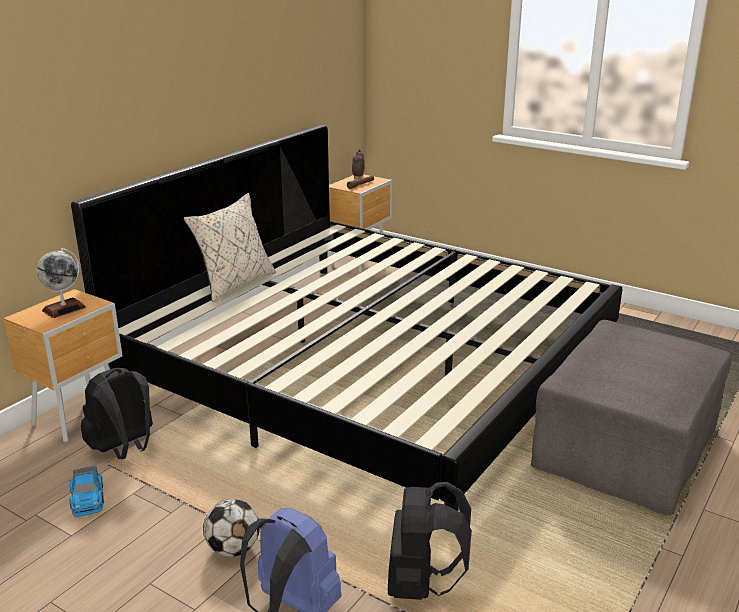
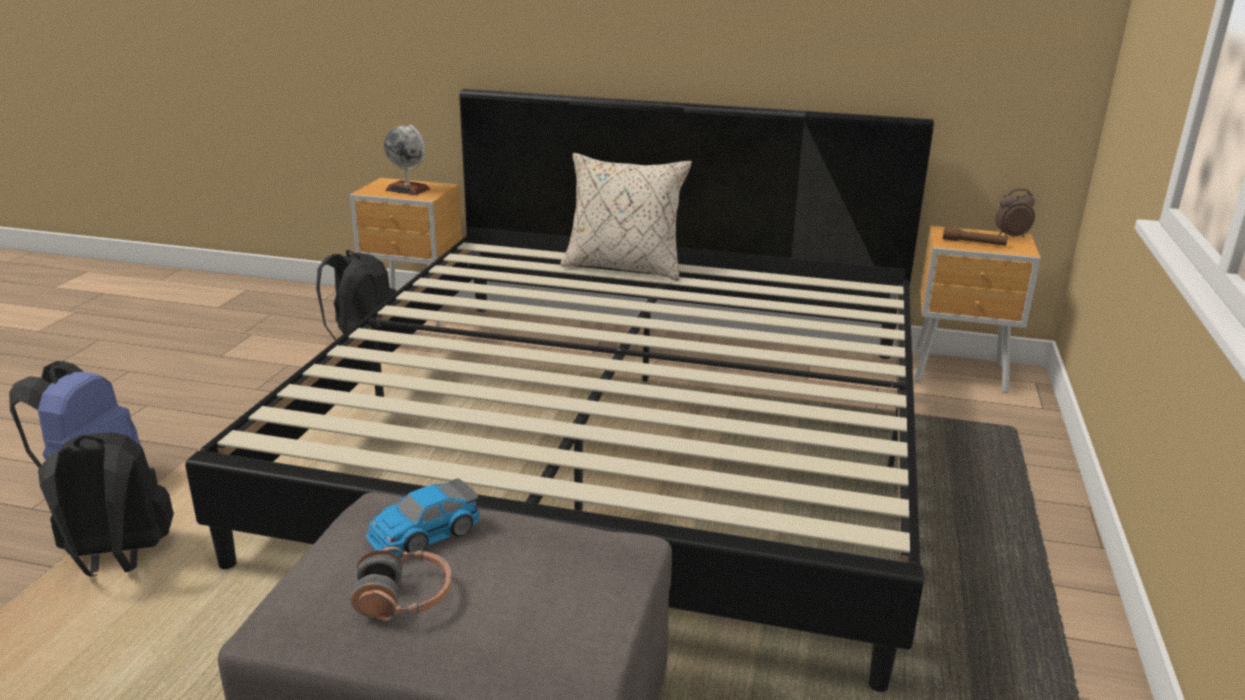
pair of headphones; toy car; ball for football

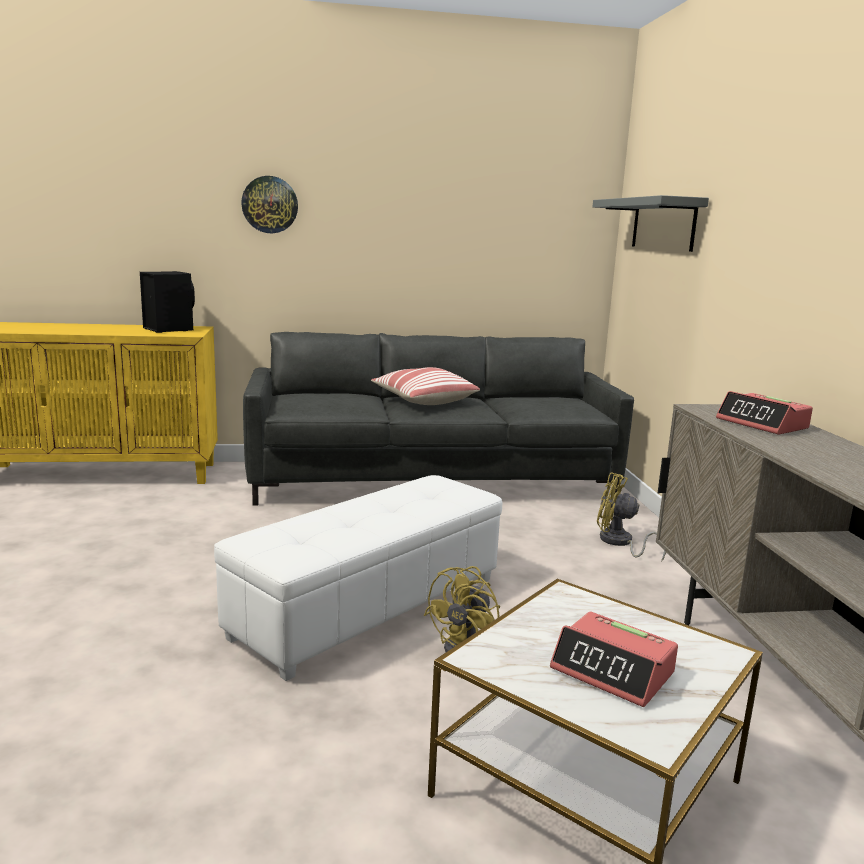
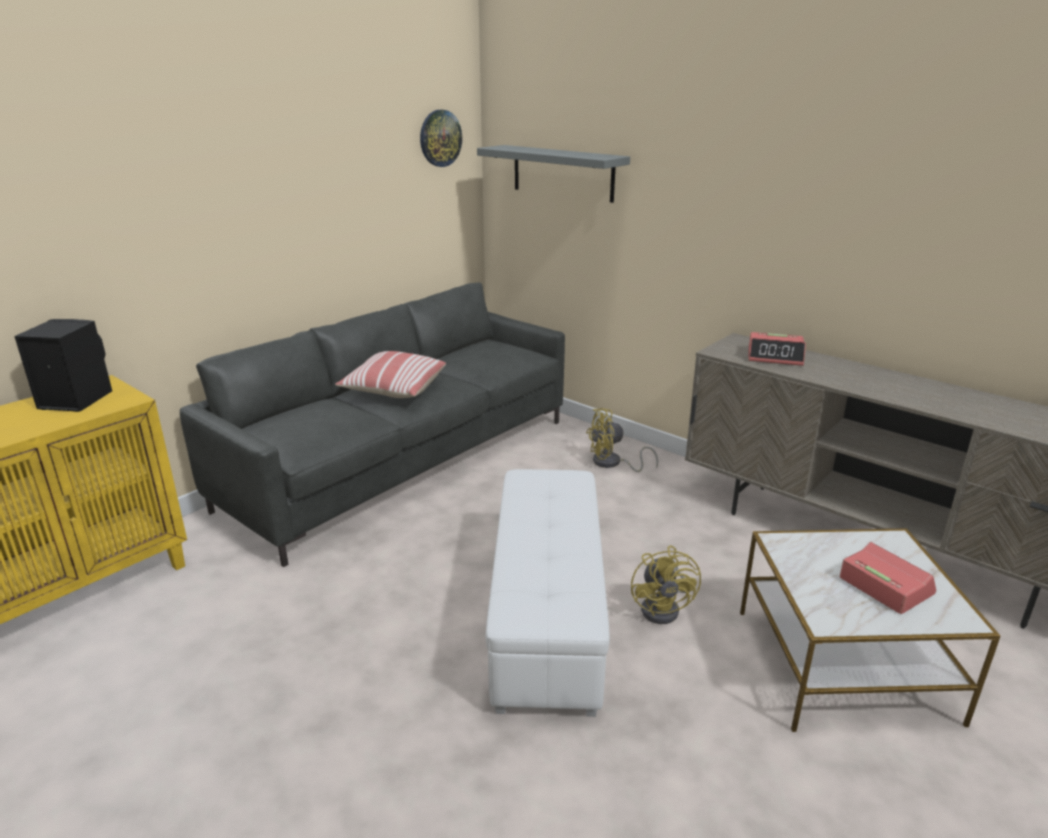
hanging clock; table clock (2nd from left)

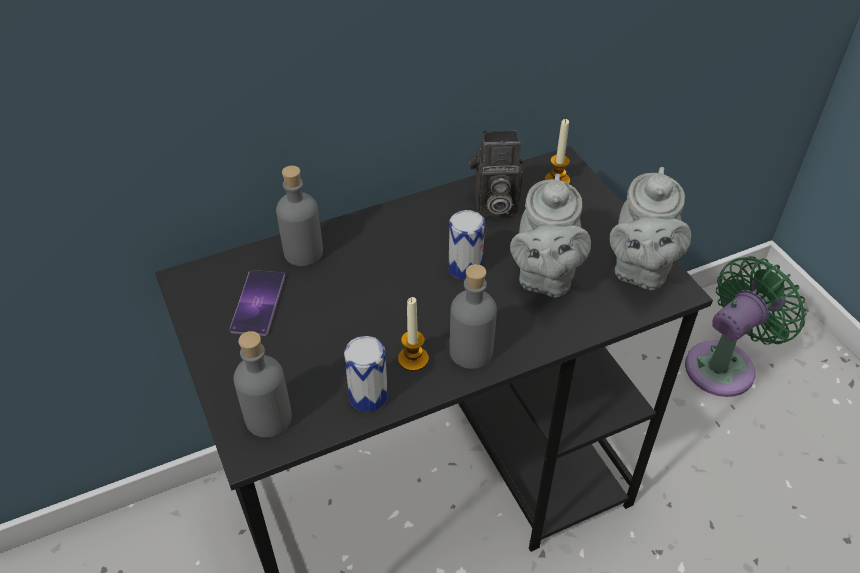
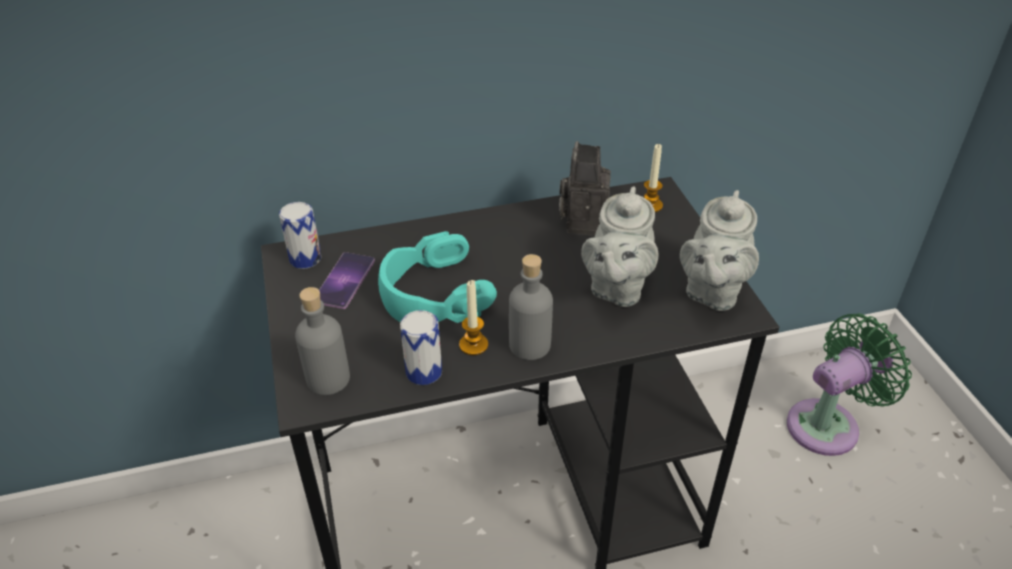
can (1st from left); pair of headphones in turquoise; photo camera; drink bottle in greyish (2nd from left in the first image)

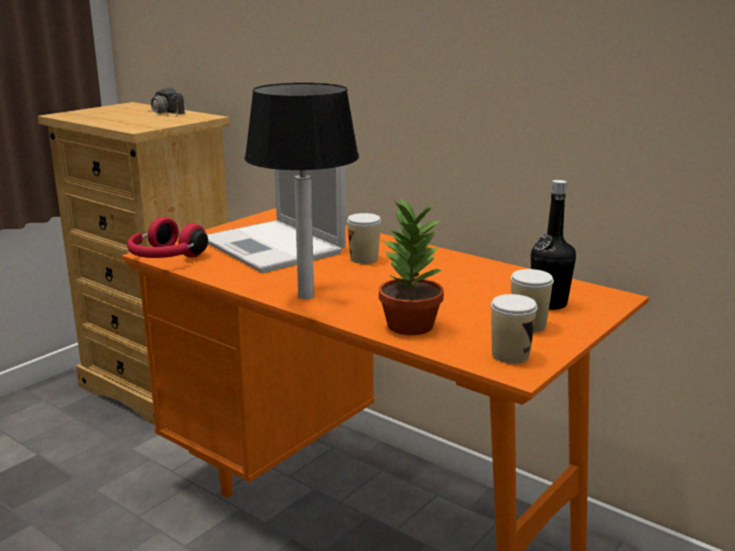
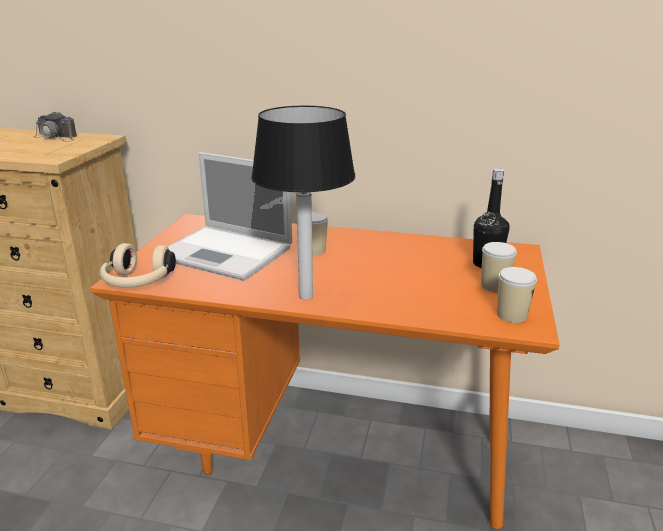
pair of headphones in beige-coloured; potted plant

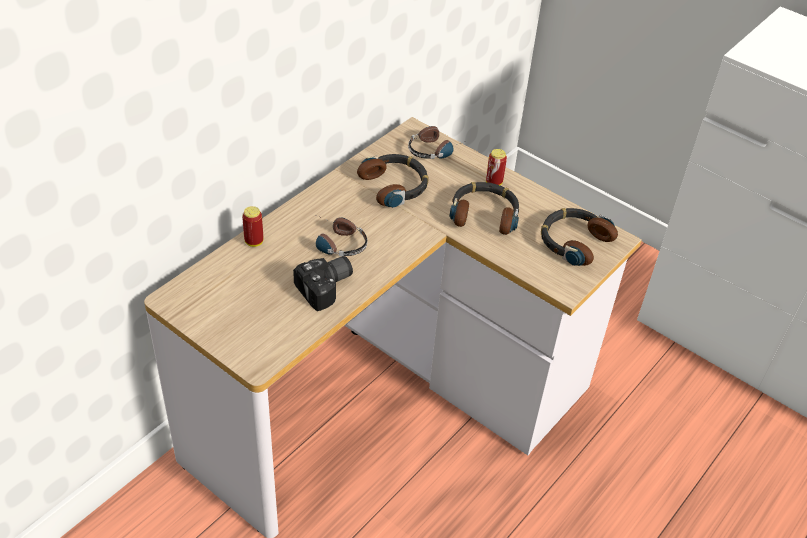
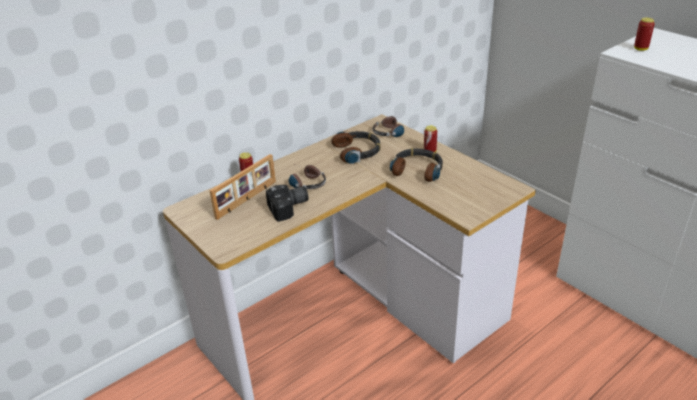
picture frame; can (3rd from left); pair of headphones (5th from left in the first image)

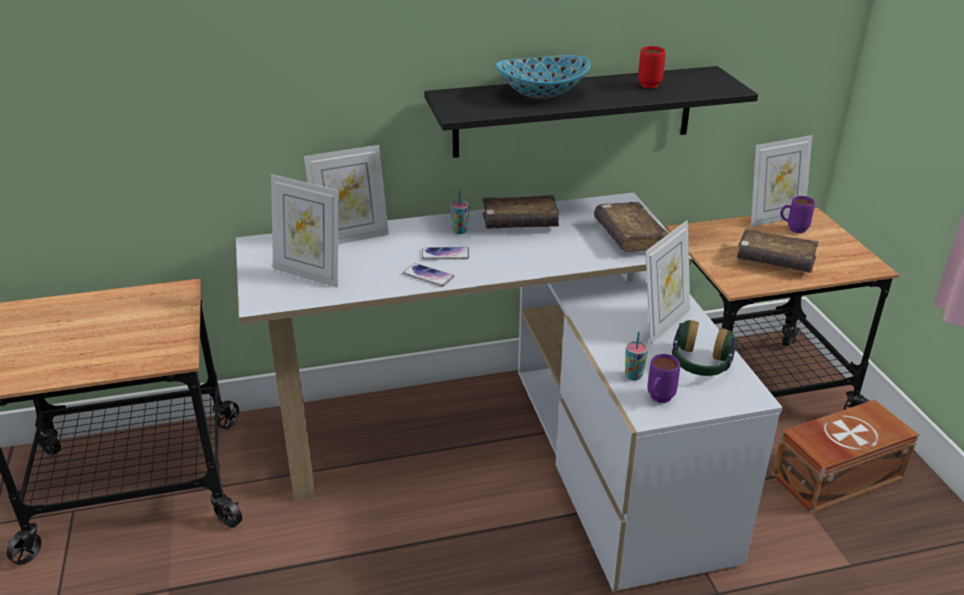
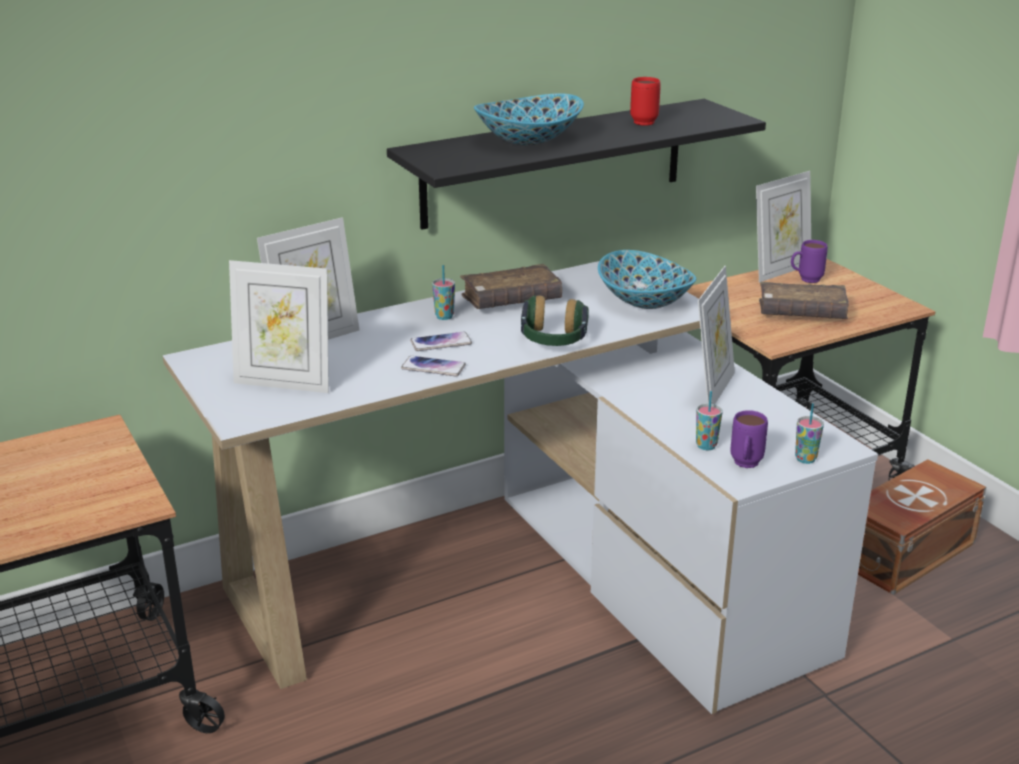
pair of headphones; serving bowl (2nd from left); cup (3rd from left)

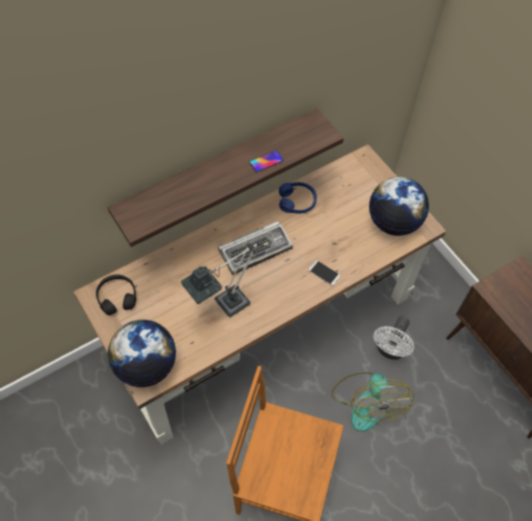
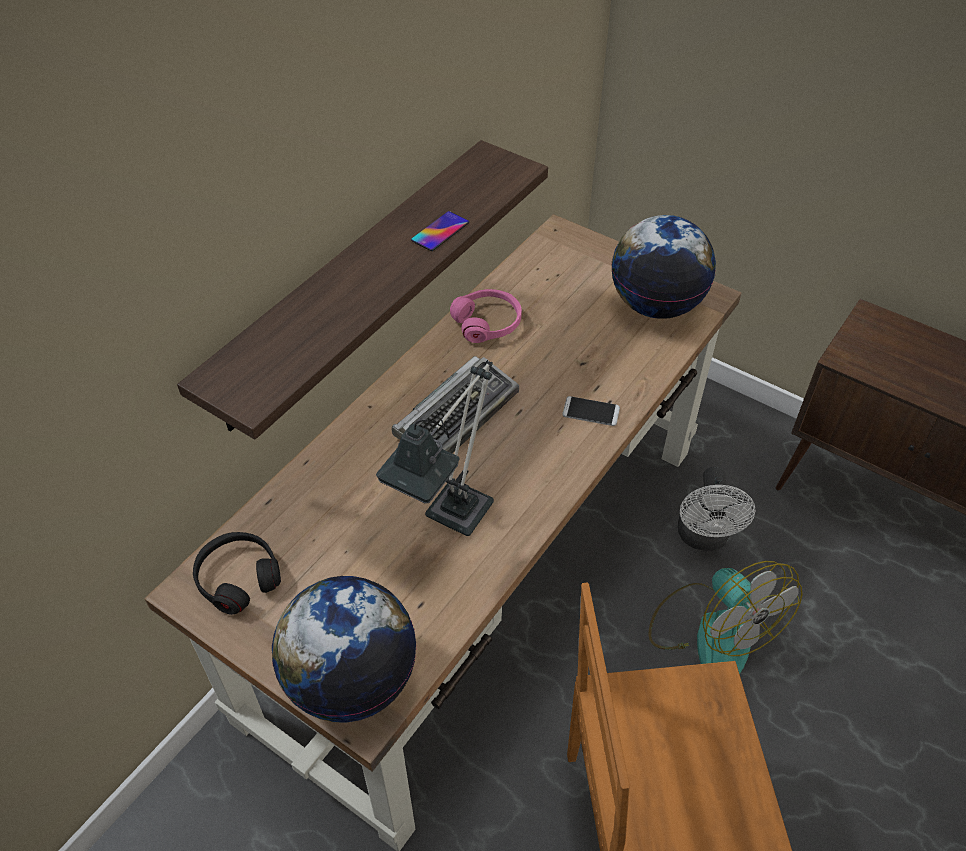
pair of headphones in pinkish

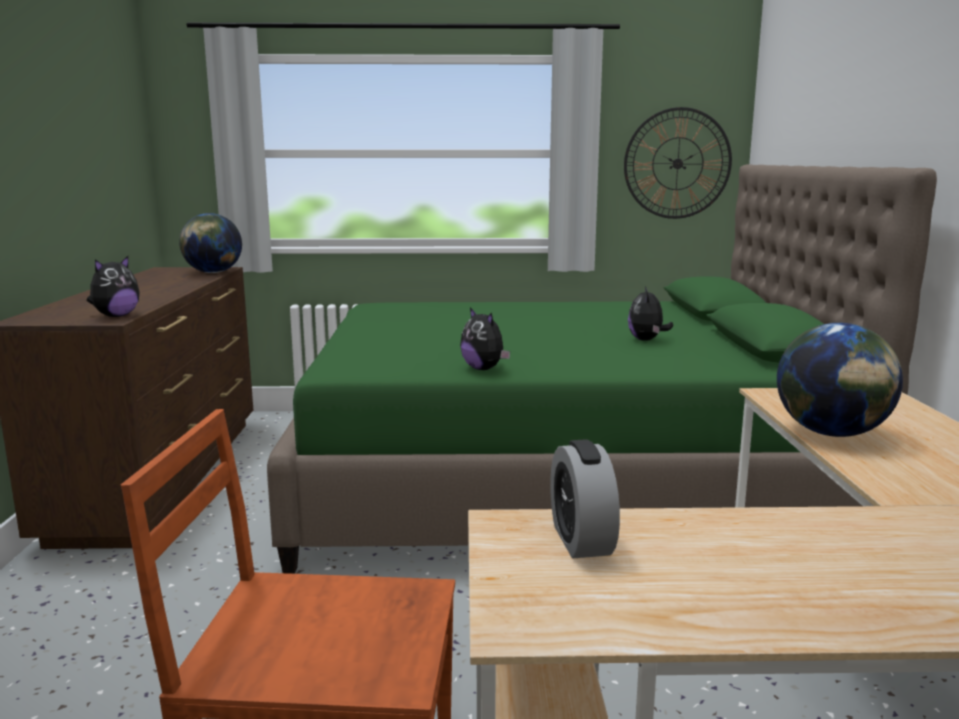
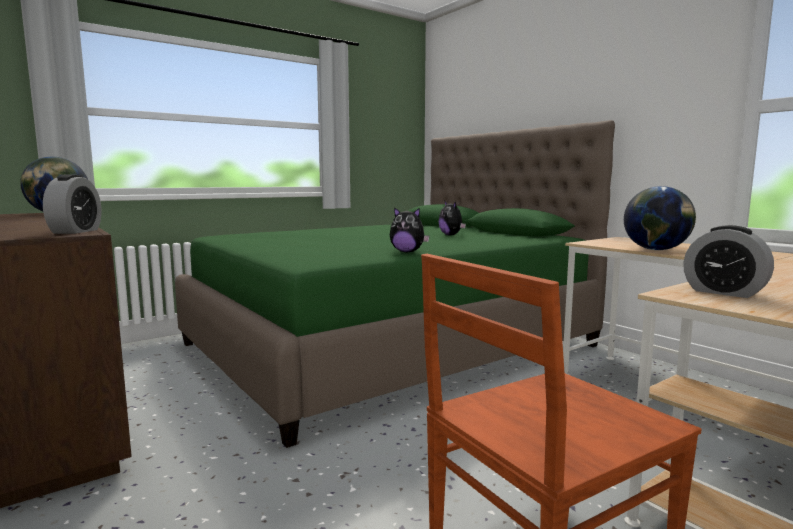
table clock (1st from left); hanging clock

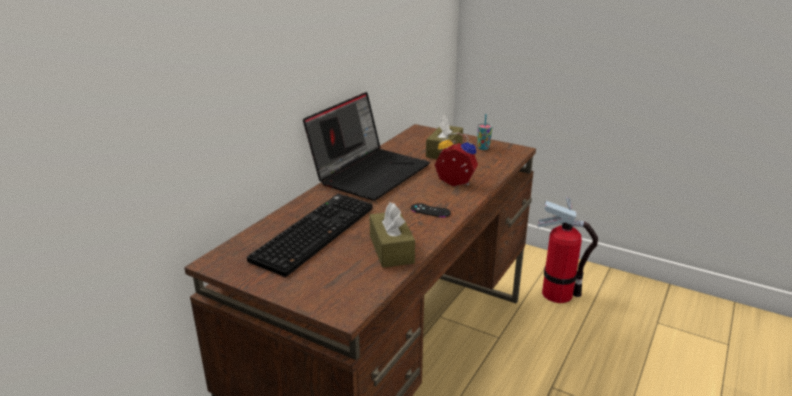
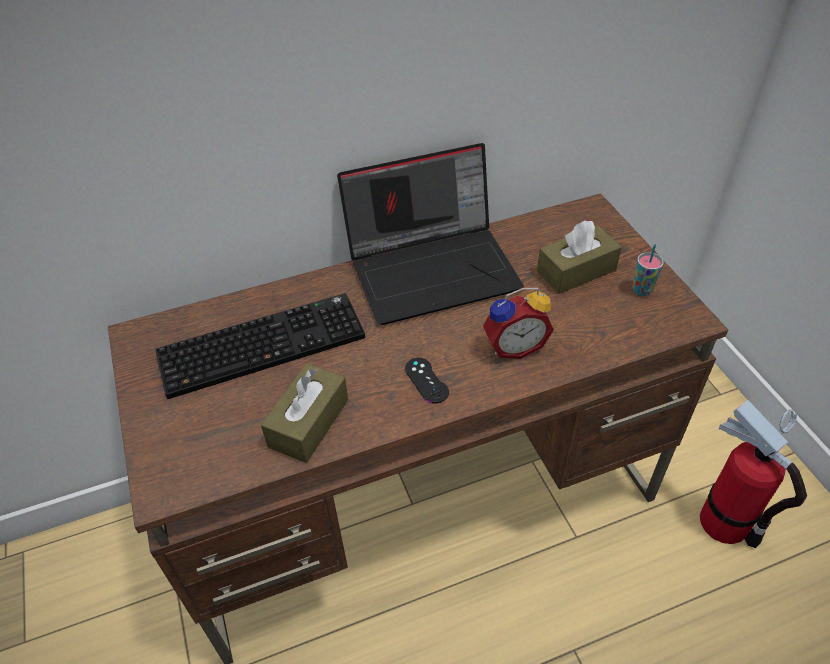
table clock

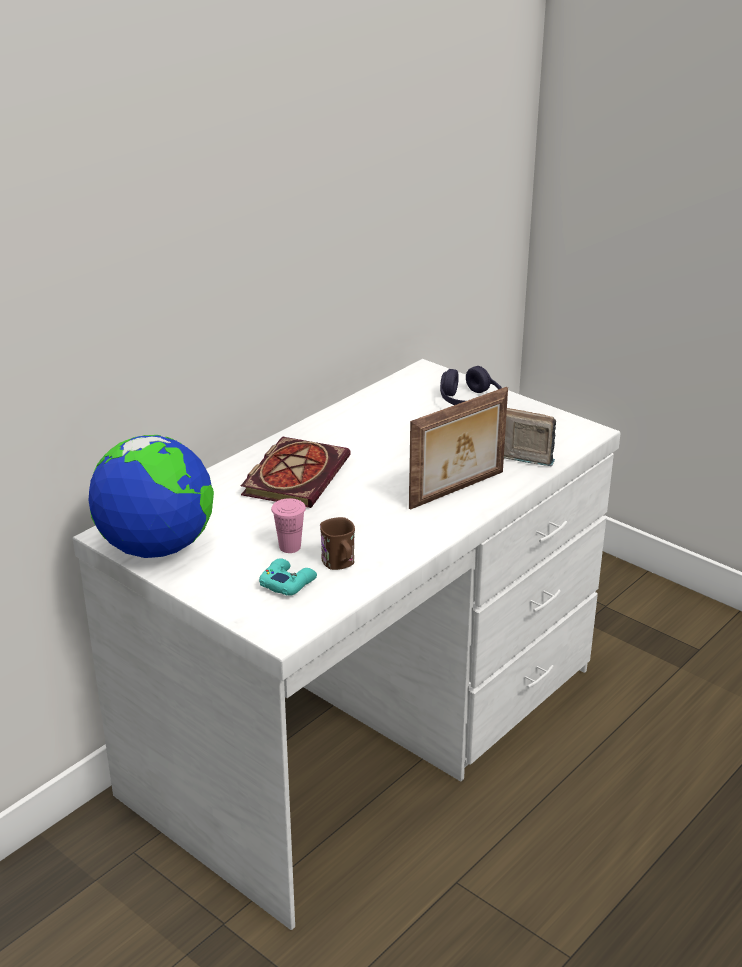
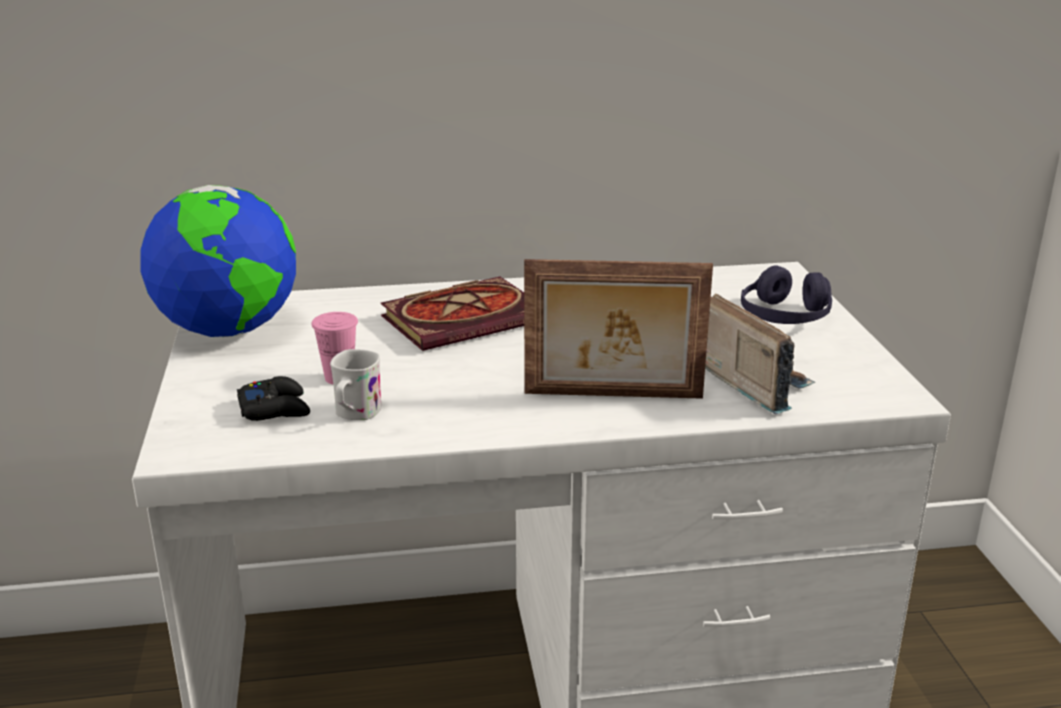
gamepad in black; mug in whitish

